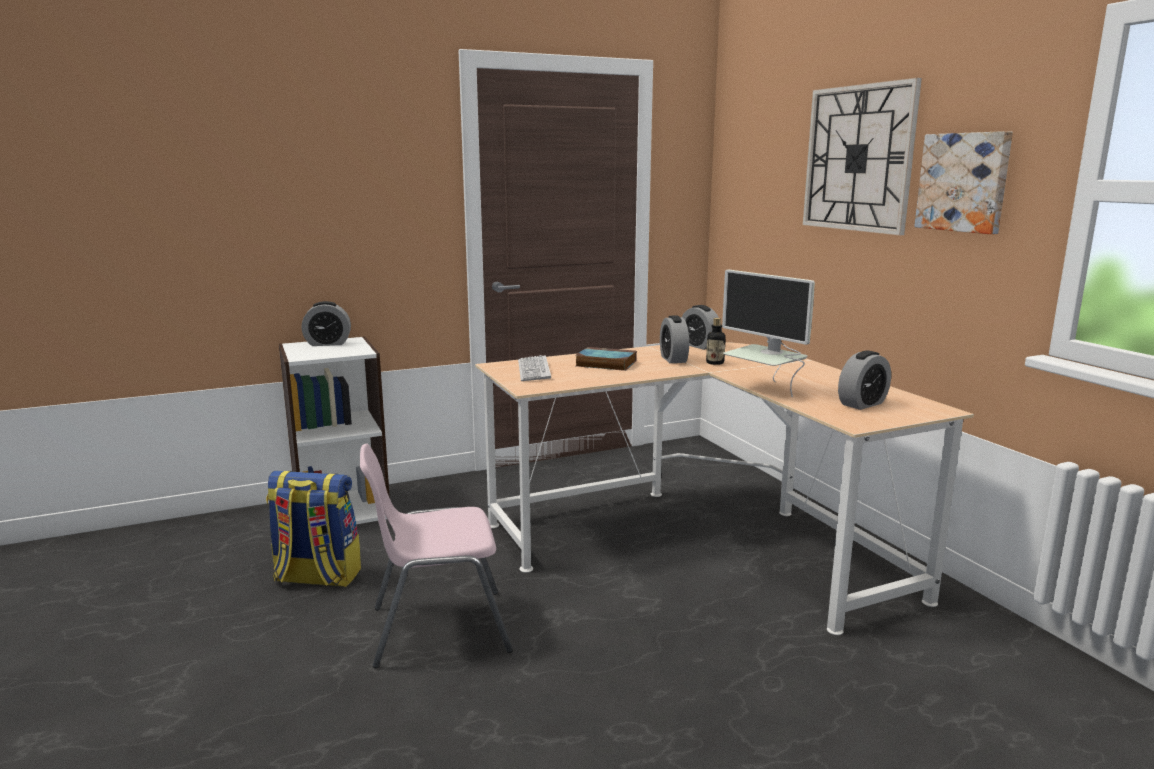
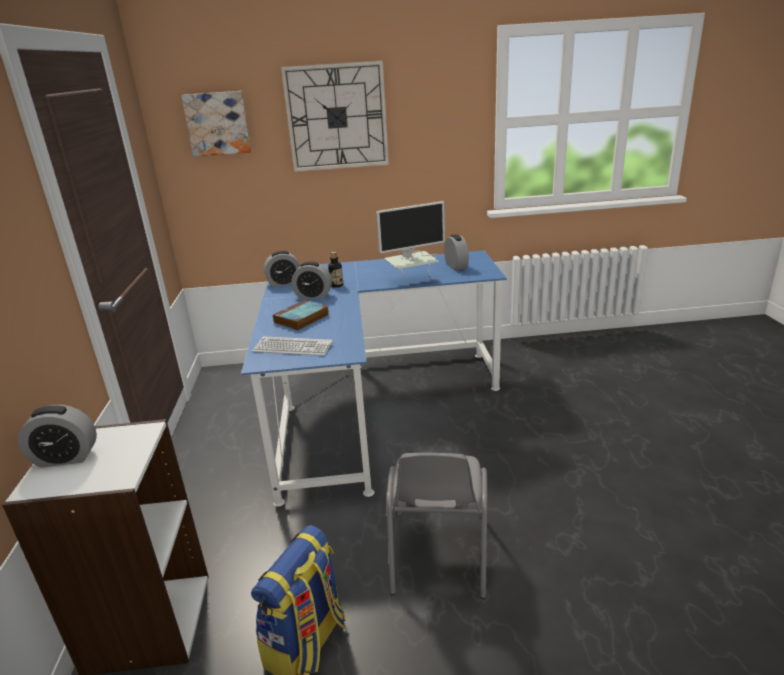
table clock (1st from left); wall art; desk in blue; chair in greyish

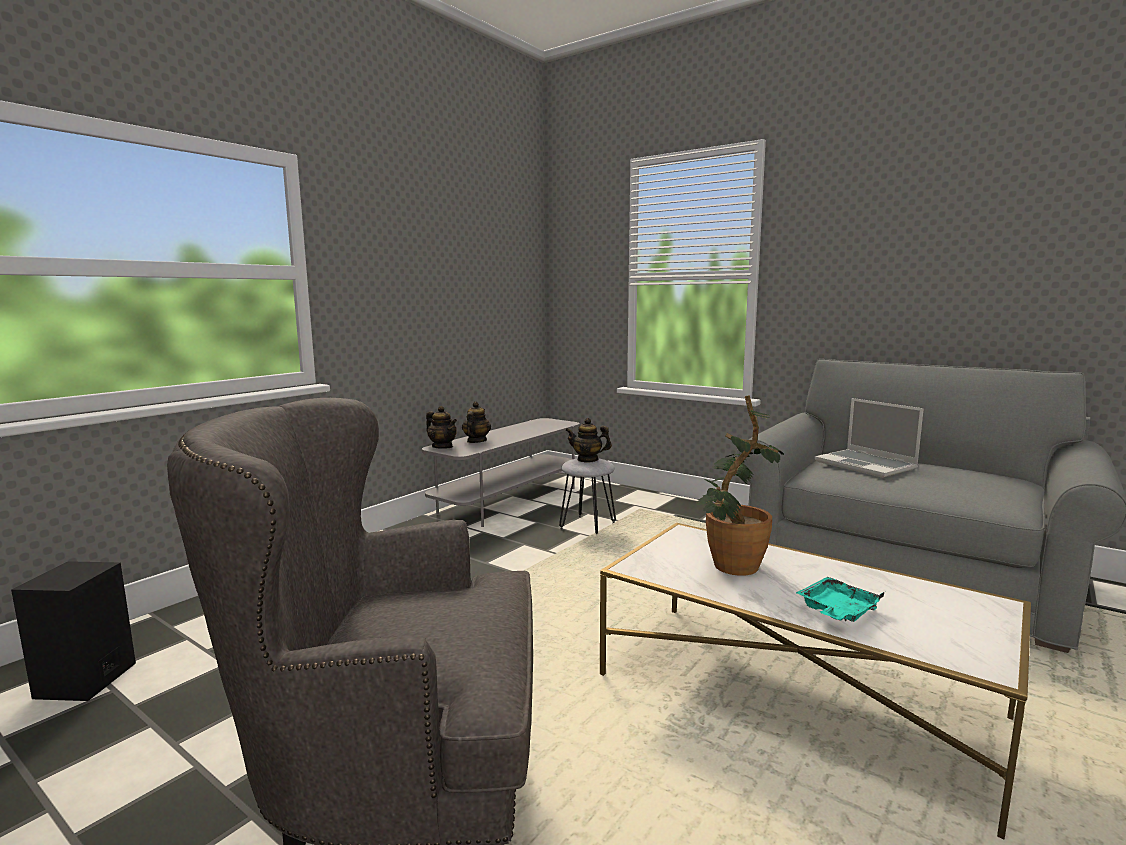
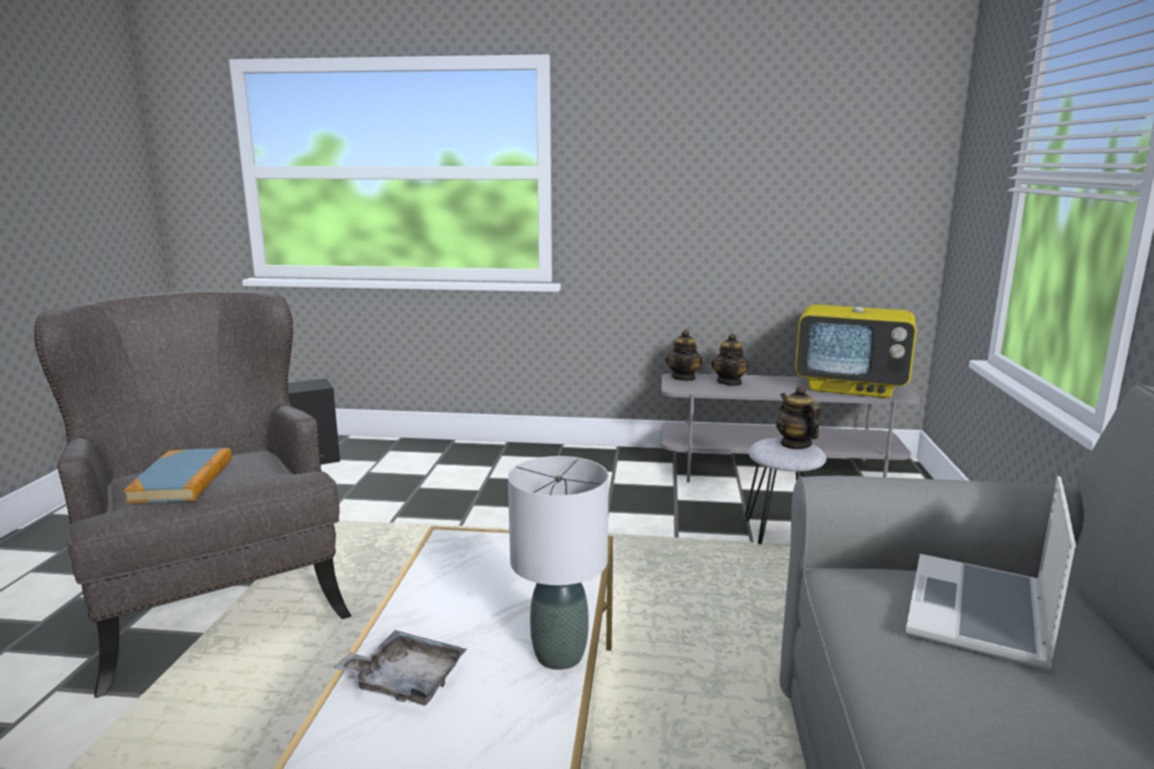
bound book; serving tray in greyish; lamp for a table in greyish; pot for tea (2nd from left); television; potted plant

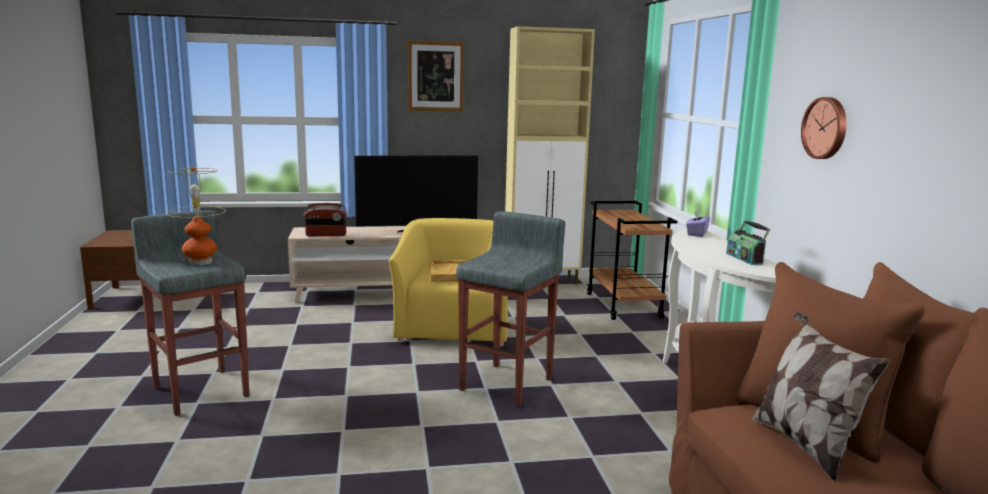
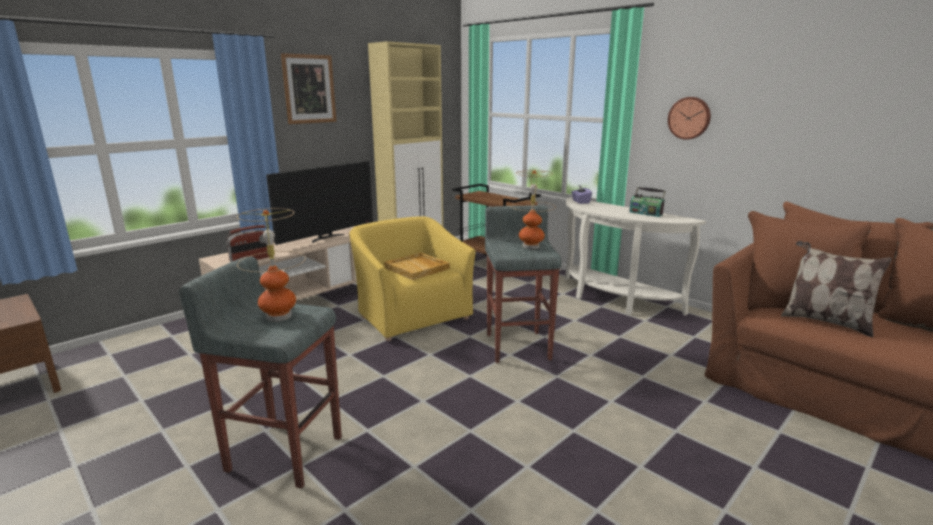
lamp for a table (2nd from left)

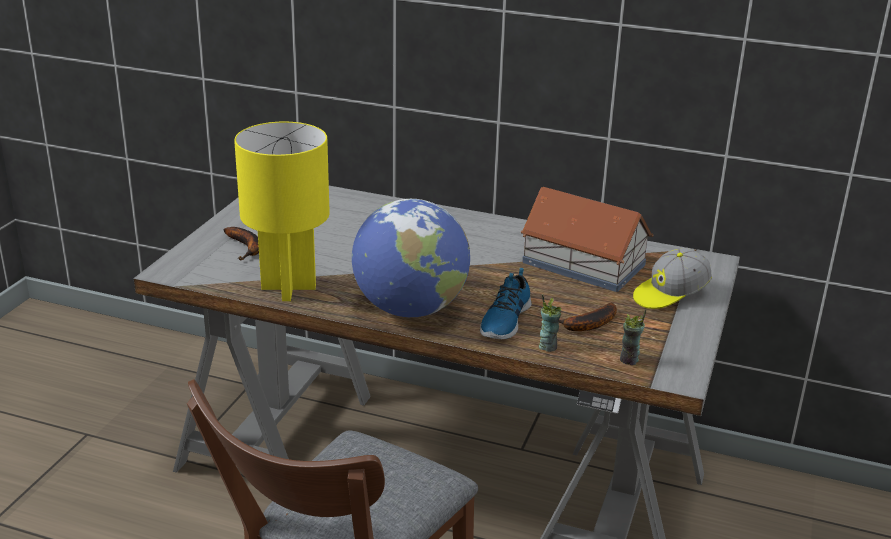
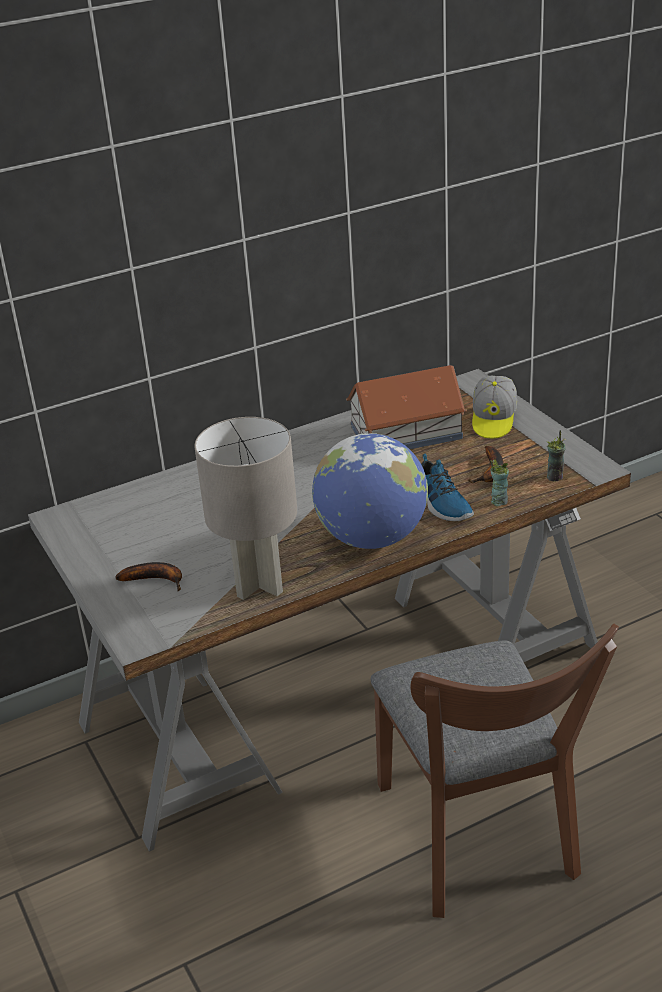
lamp for a table in greyish

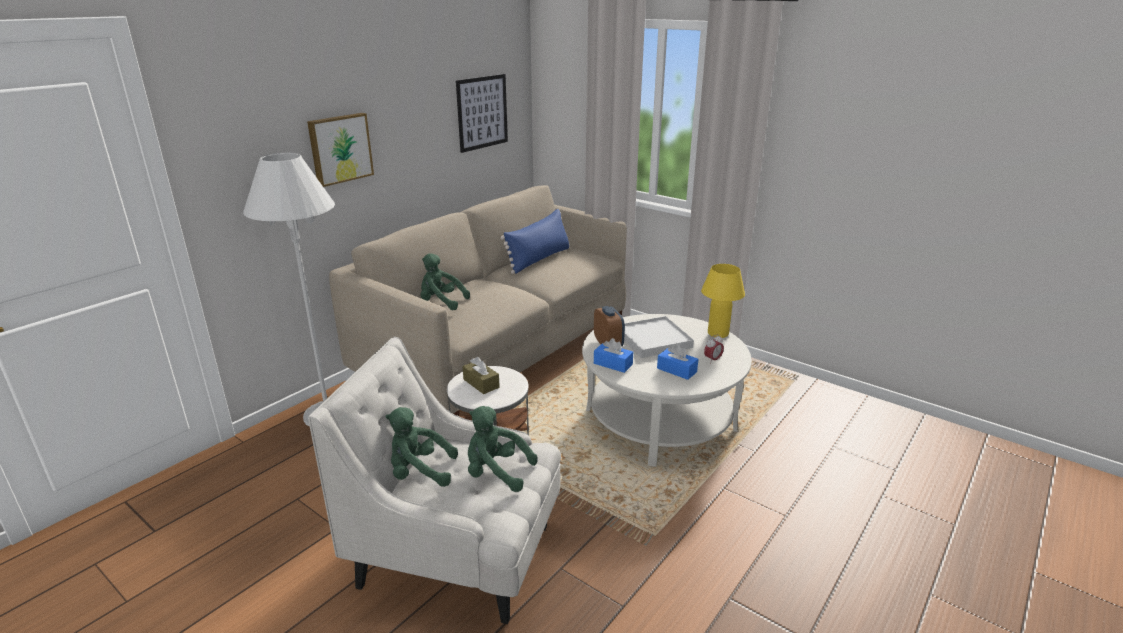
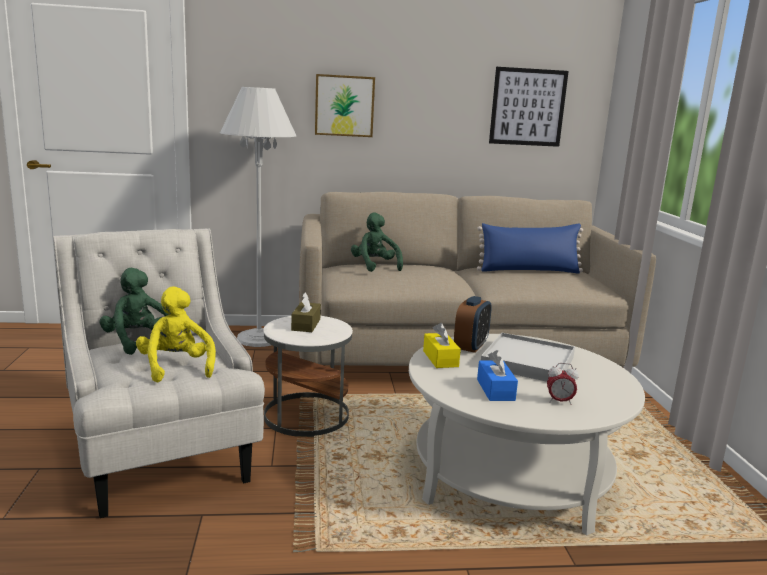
soft toy in yellowish; box of tissues in yellowish; lamp for a table in yellowish

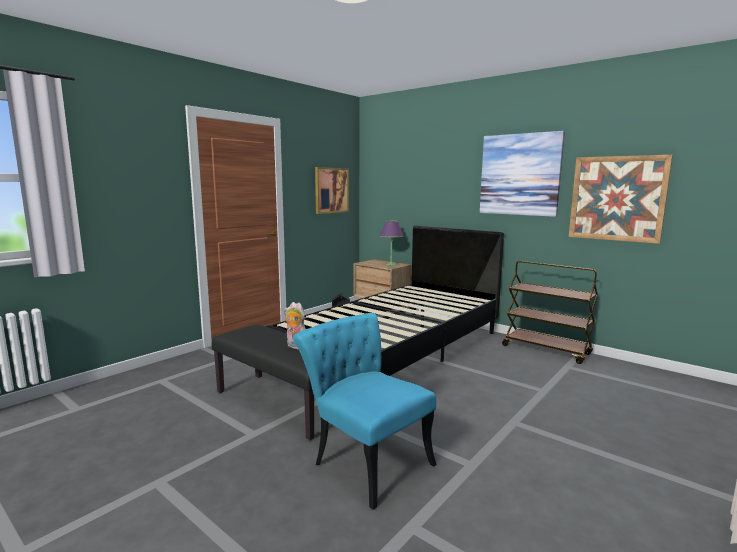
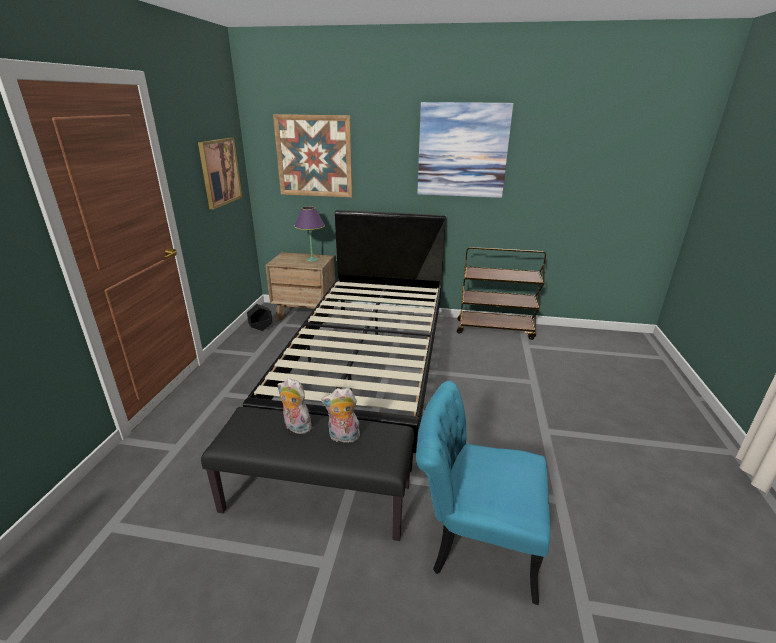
wall art (2nd from left); soft toy (1st from left)

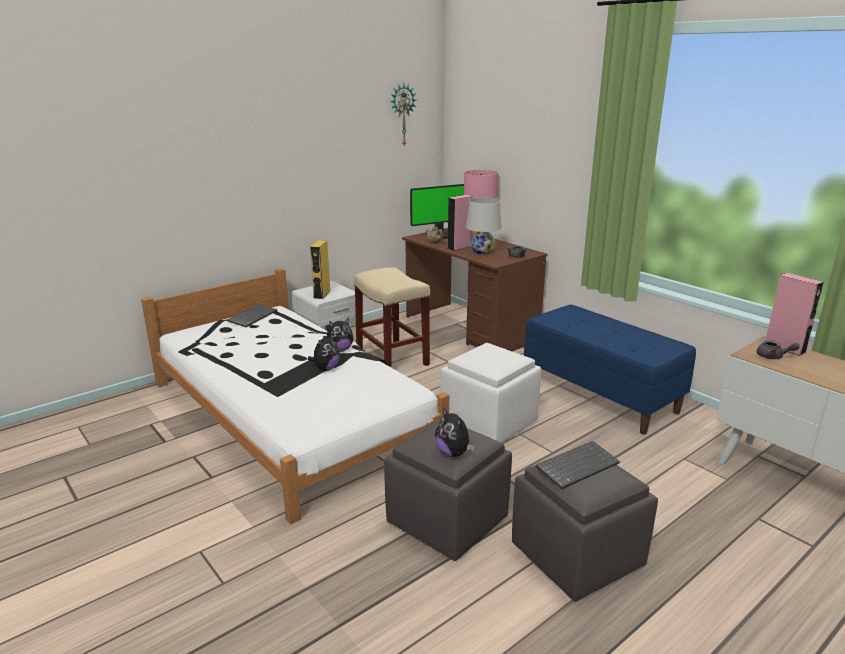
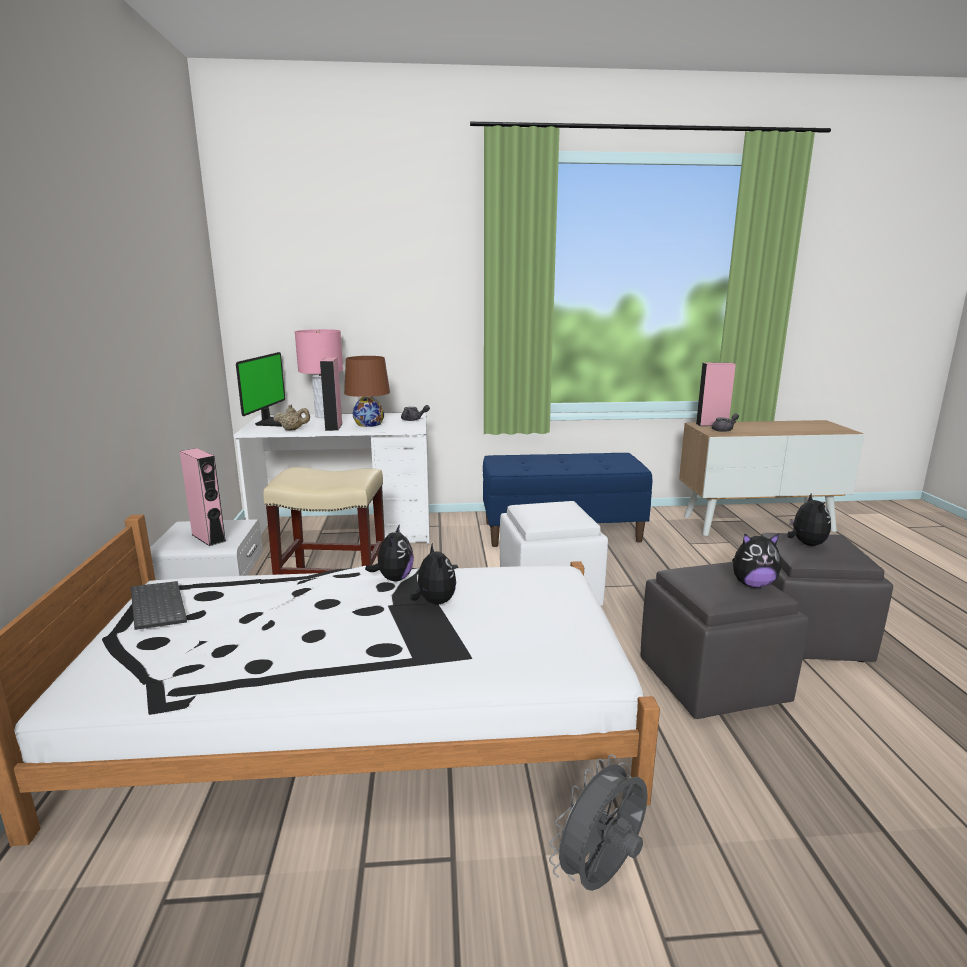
speaker in pinkish (1st from left); desk in whitish; lamp for a table in brown; cooling fan in greyish; soft toy (4th from left); hanging clock

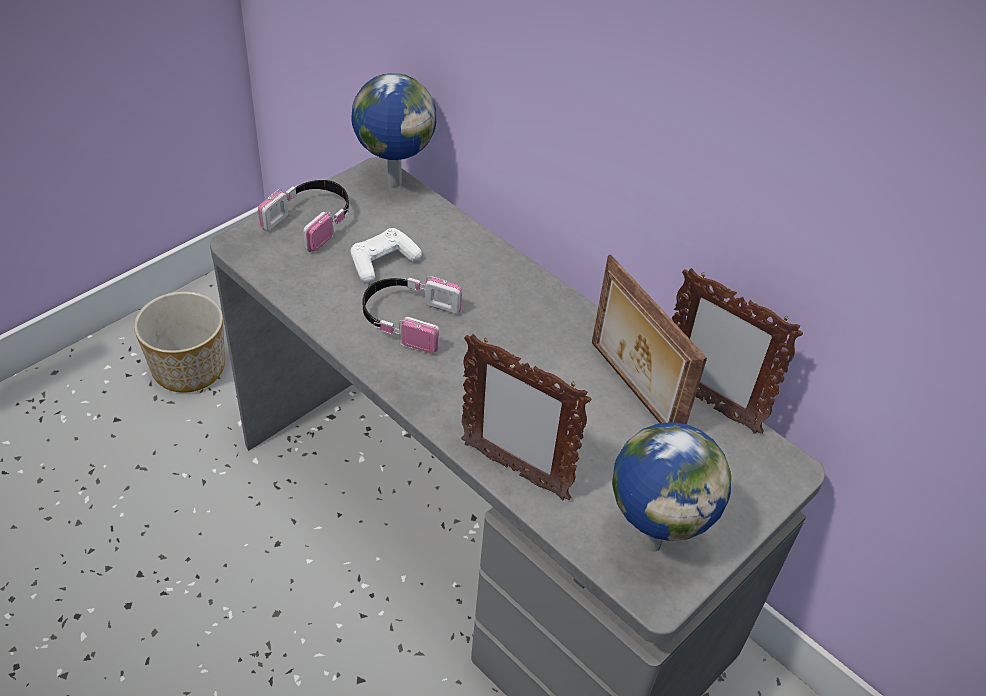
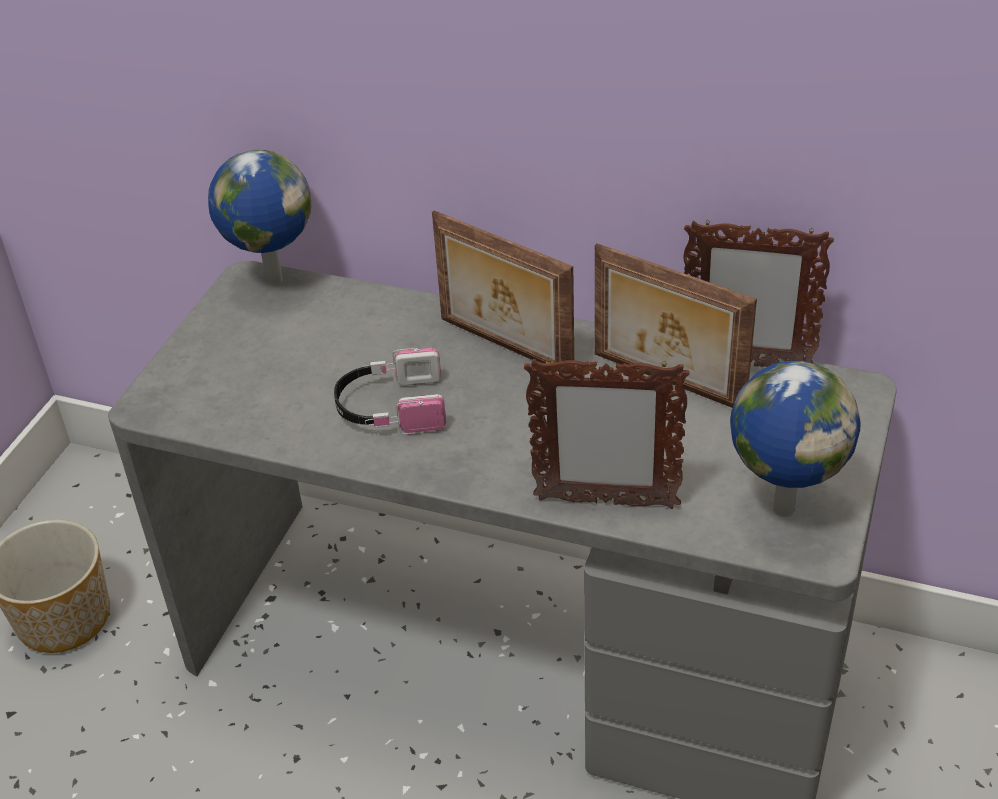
picture frame (1st from left); pair of headphones (1st from left in the first image); gamepad in whitish

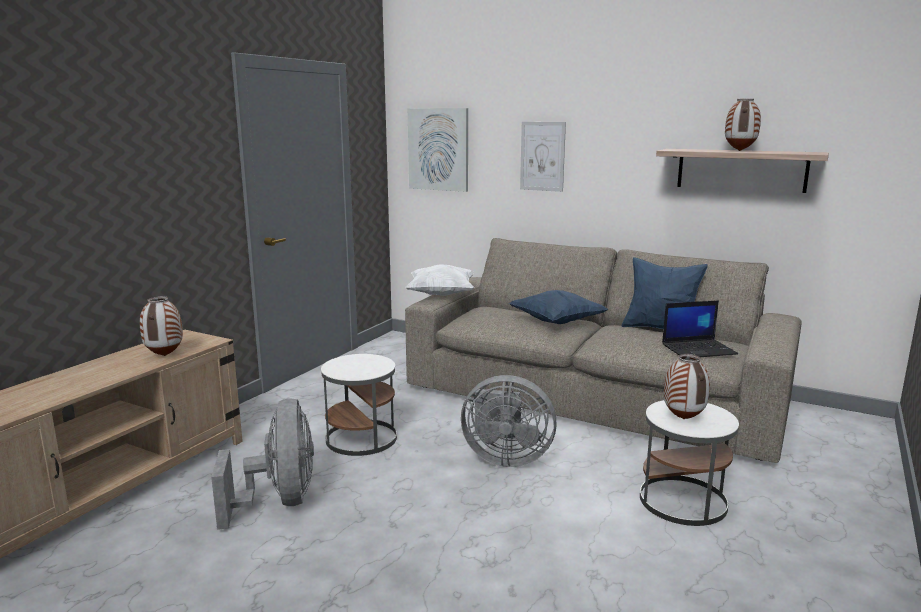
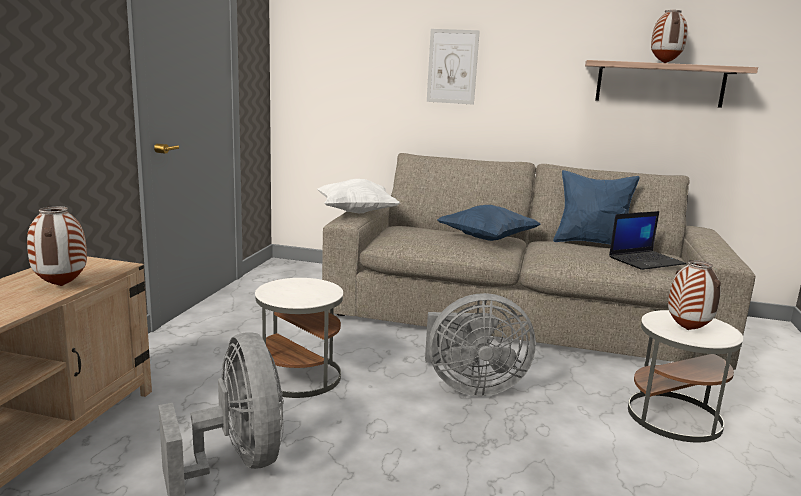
wall art (1st from left in the first image)

